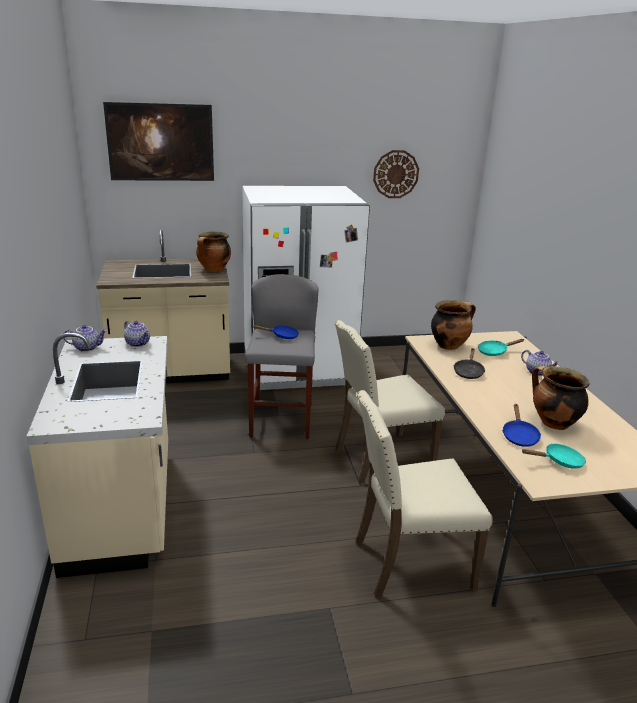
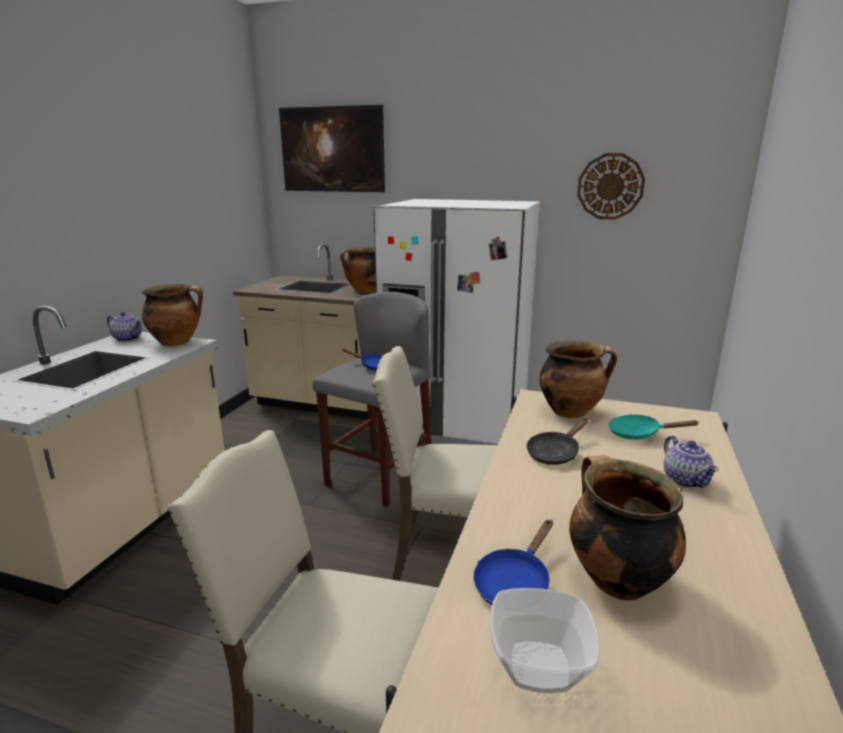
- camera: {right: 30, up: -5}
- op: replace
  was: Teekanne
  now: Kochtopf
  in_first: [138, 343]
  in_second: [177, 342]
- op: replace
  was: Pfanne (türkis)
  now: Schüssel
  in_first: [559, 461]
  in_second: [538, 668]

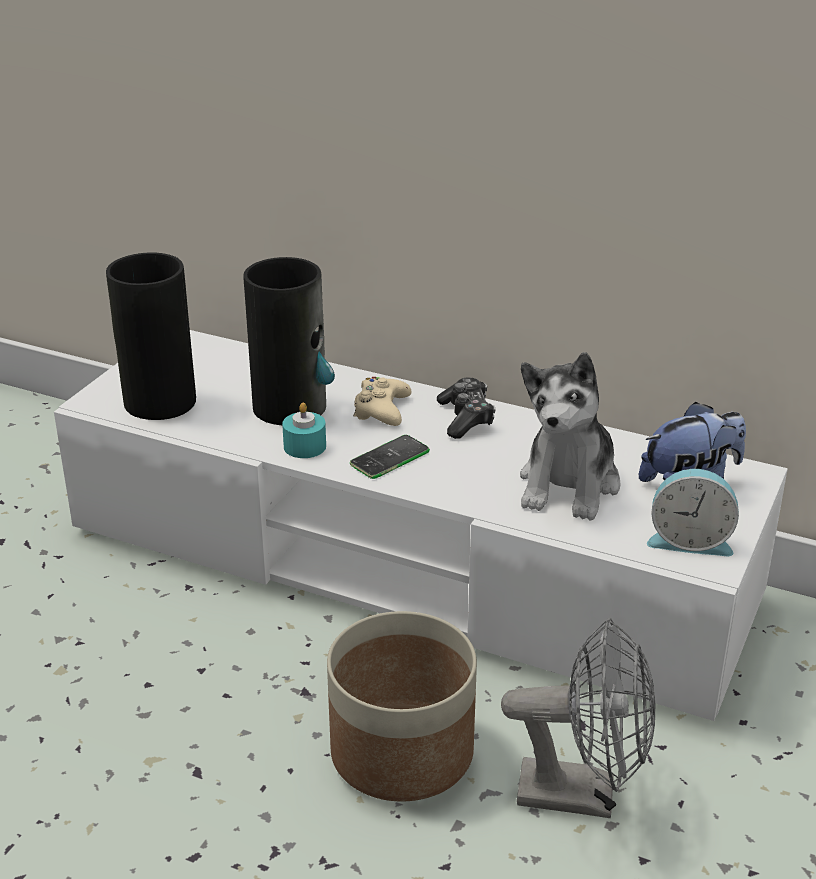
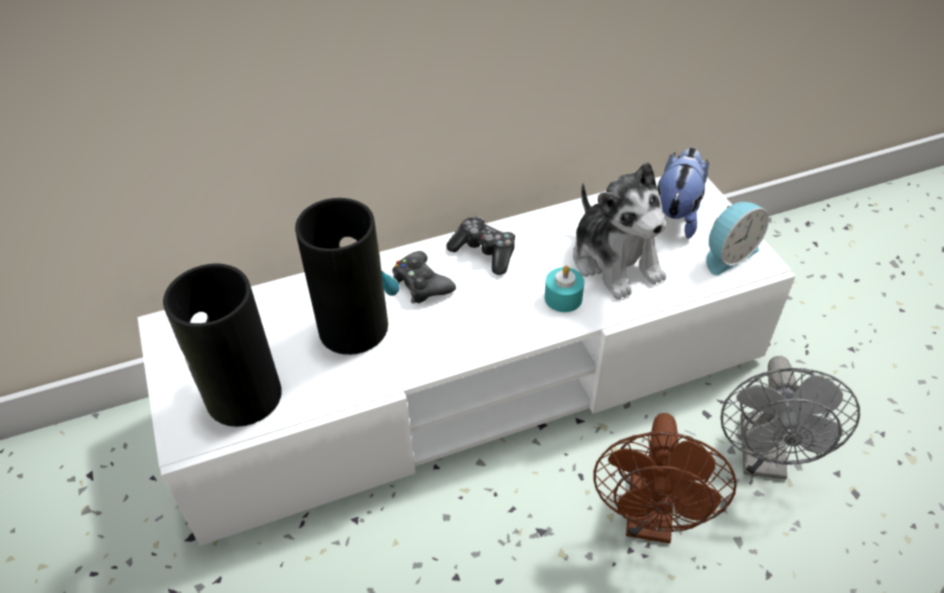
- camera: {right: -45, up: 15}
- op: move
  was: Kerze (türkis)
  in_first: [305, 446]
  in_second: [563, 298]
- op: replace
  was: Pflanzkübel
  now: Ventilator (braun)
  in_first: [403, 752]
  in_second: [650, 520]
- op: delete
  was: Handy
  in_first: [390, 458]
- op: recolor
  was: Gamepad (beige)
  now: Gamepad (schwarz)
  in_first: [381, 410]
  in_second: [421, 284]
- op: rotate
  was: Ventilator (grau)
  in_first: [582, 794]
  in_second: [764, 459]
  clockwise: 135

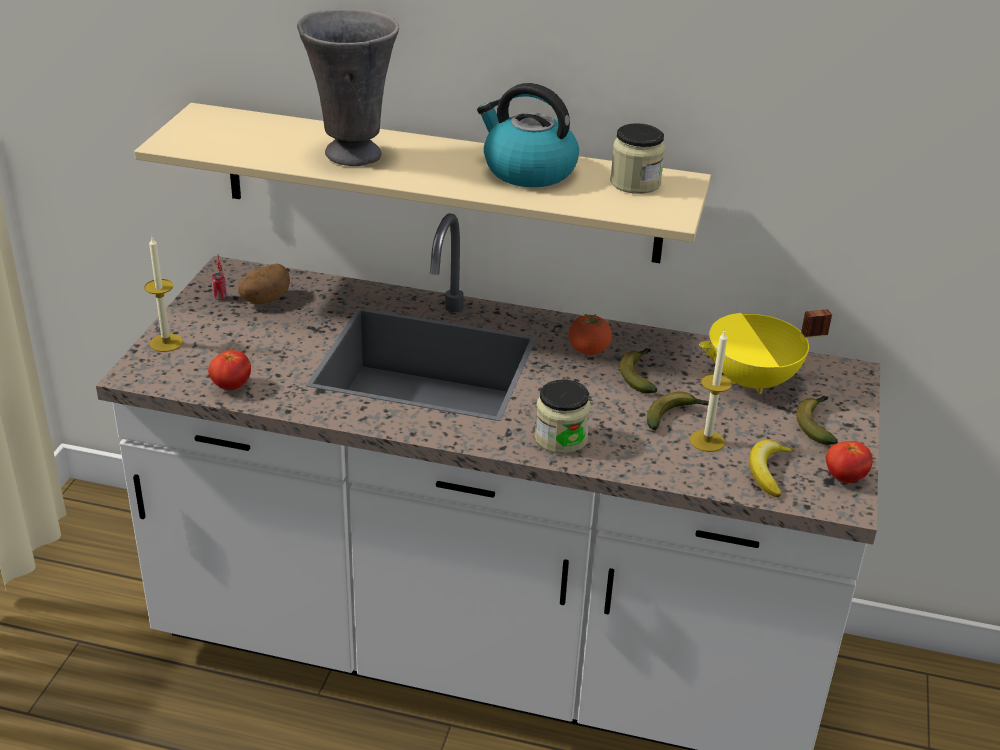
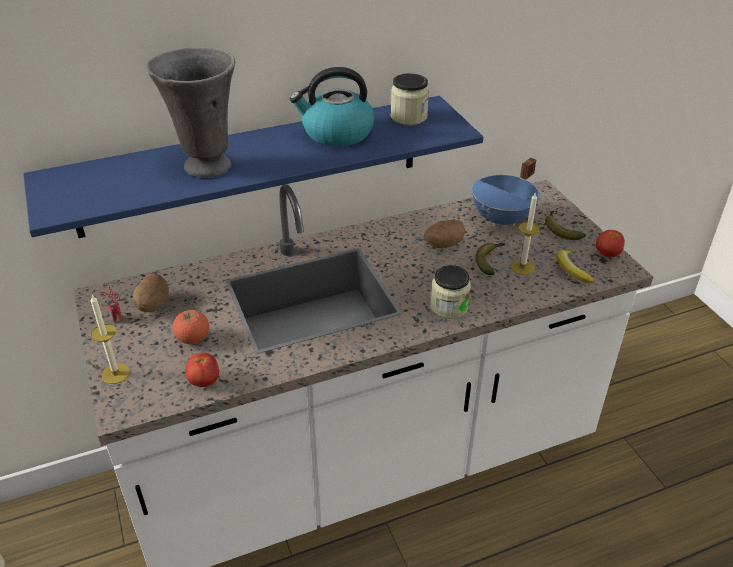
- camera: {right: -35, up: 5}
- op: recolor
  was: Wandregal (beige)
  now: Wandregal (blau)
  in_first: [440, 183]
  in_second: [252, 166]
- op: move
  was: Tomate
  in_first: [588, 351]
  in_second: [193, 339]
- op: replace
  was: Banane
  now: Kartoffel
  in_first: [639, 375]
  in_second: [443, 244]
- op: recolor
  was: Kochtopf (gelb)
  now: Kochtopf (blau)
  in_first: [753, 381]
  in_second: [503, 219]

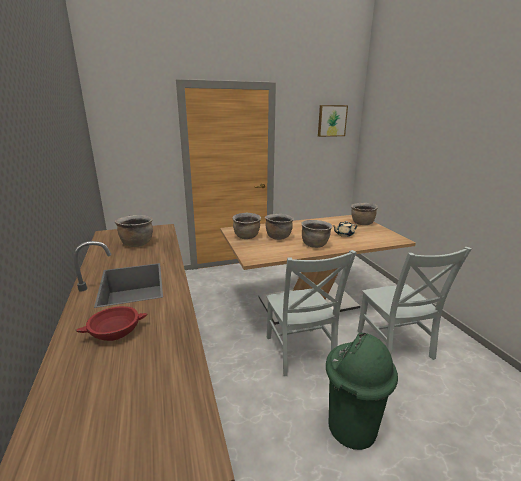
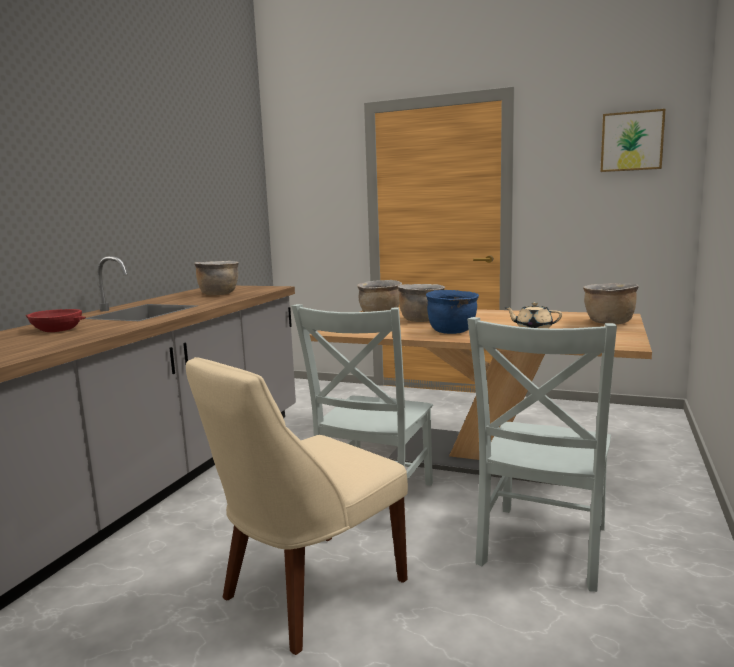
- camera: {right: 40, up: -10}
- op: recolor
  was: Kochtopf (braun)
  now: Kochtopf (blau)
  in_first: [315, 245]
  in_second: [452, 331]
- op: replace
  was: Mülleimer (grün)
  now: Stuhl (beige)
  in_first: [351, 428]
  in_second: [307, 592]

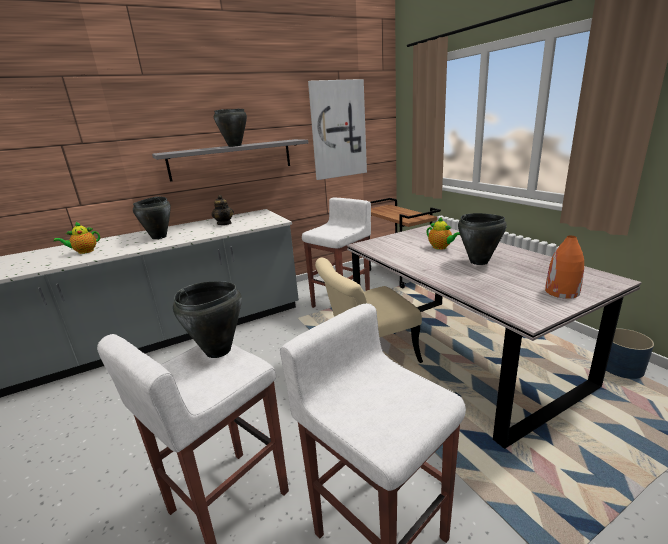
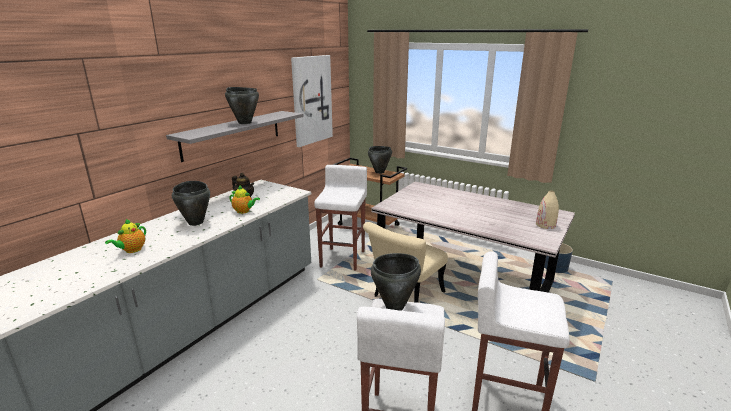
- camera: {right: -30, up: 0}
- op: move
  was: Teekanne
  in_first: [441, 247]
  in_second: [244, 211]
- op: move
  was: Kochtopf (schwarz)
  in_first: [479, 262]
  in_second: [379, 172]
- op: recolor
  was: Vase (orange)
  now: Vase (beige)
  in_first: [561, 292]
  in_second: [545, 225]

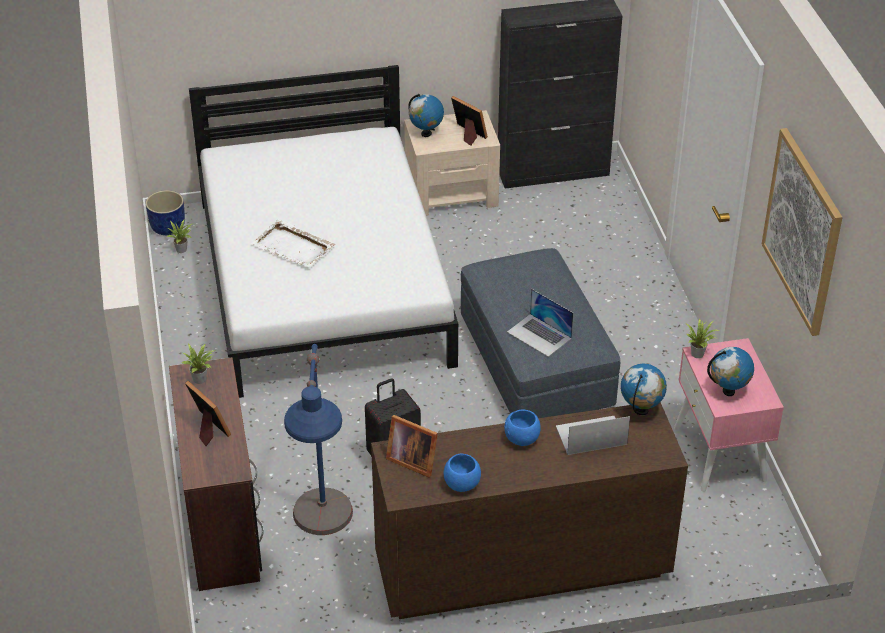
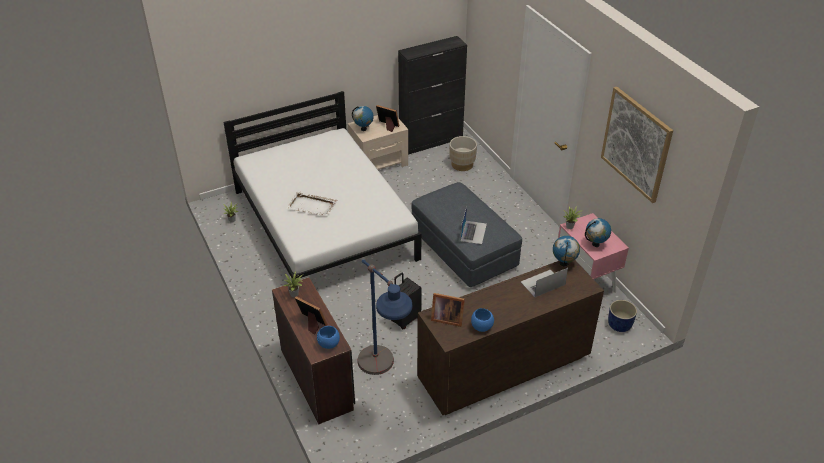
- camera: {right: -15, up: 0}
- op: move
  was: Pflanzkübel (blau)
  in_first: [167, 227]
  in_second: [619, 325]
- op: move
  was: Schüssel (blau)
  in_first: [522, 439]
  in_second: [329, 344]
- op: rotate
  was: Laptop
  in_first: [539, 335]
  in_second: [473, 232]
  clockwise: -105
- op: insert
  now: Pflanzkübel (beige)
  in_second: [462, 164]

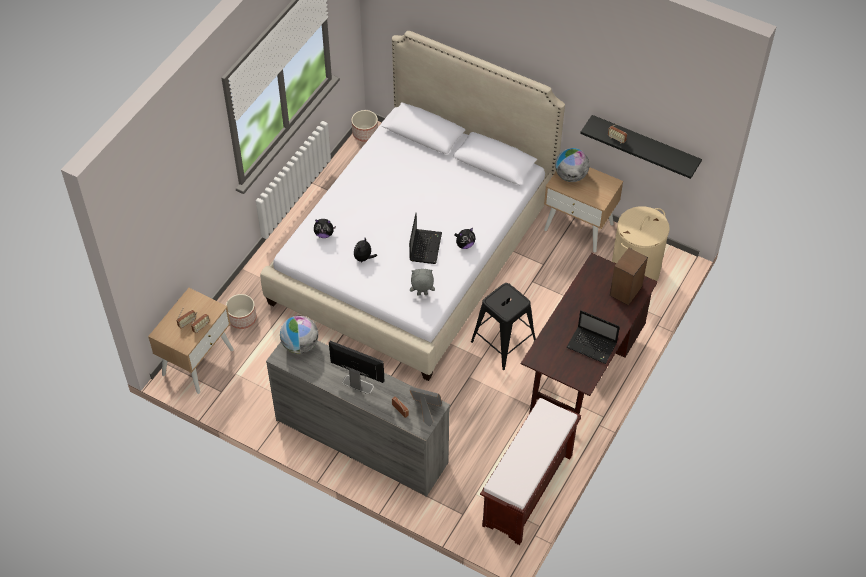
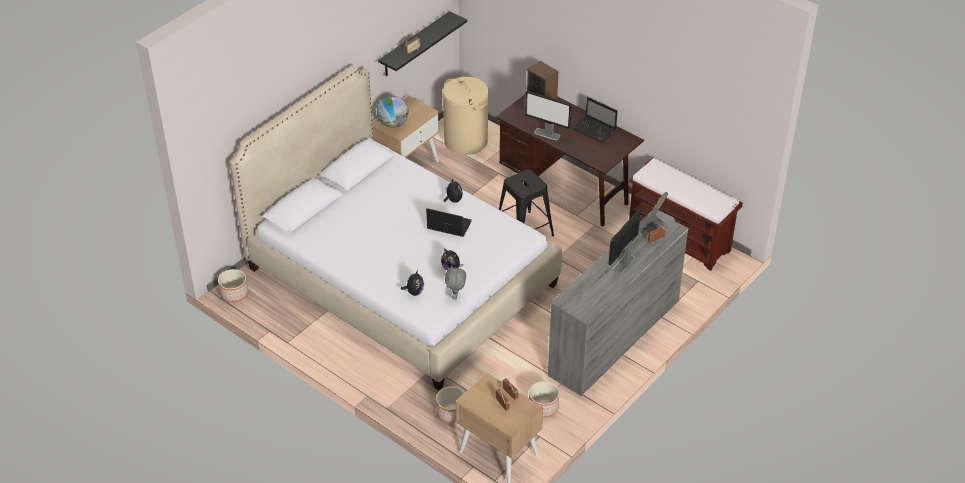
- camera: {right: -80, up: -10}
- op: delete
  was: Globus
  in_first: [300, 345]
- op: move
  was: Plüschtier (grau)
  in_first: [422, 294]
  in_second: [456, 296]
- op: rotate
  was: Laptop
  in_first: [592, 346]
  in_second: [595, 130]
  clockwise: 90
- op: insert
  now: Monitor
  in_second: [547, 134]
- op: insert
  now: Pflanzkübel
  in_second: [543, 408]

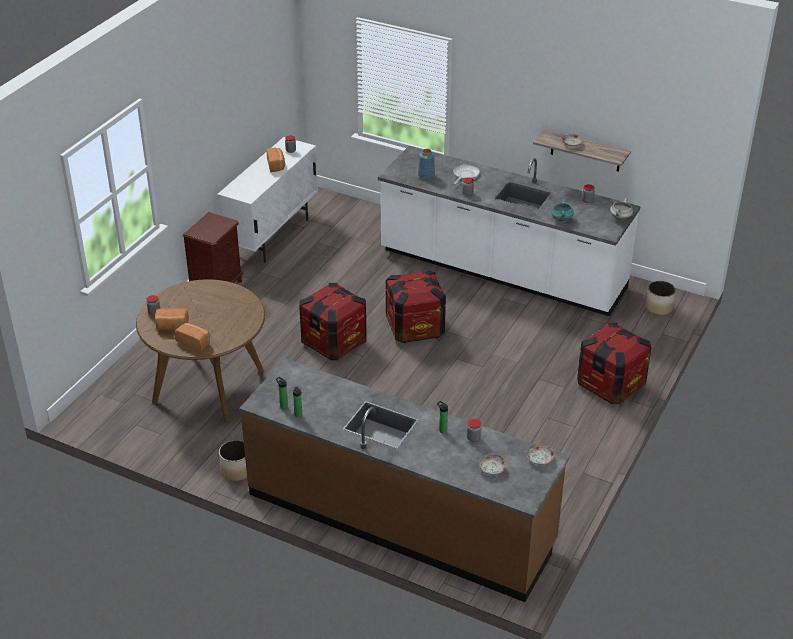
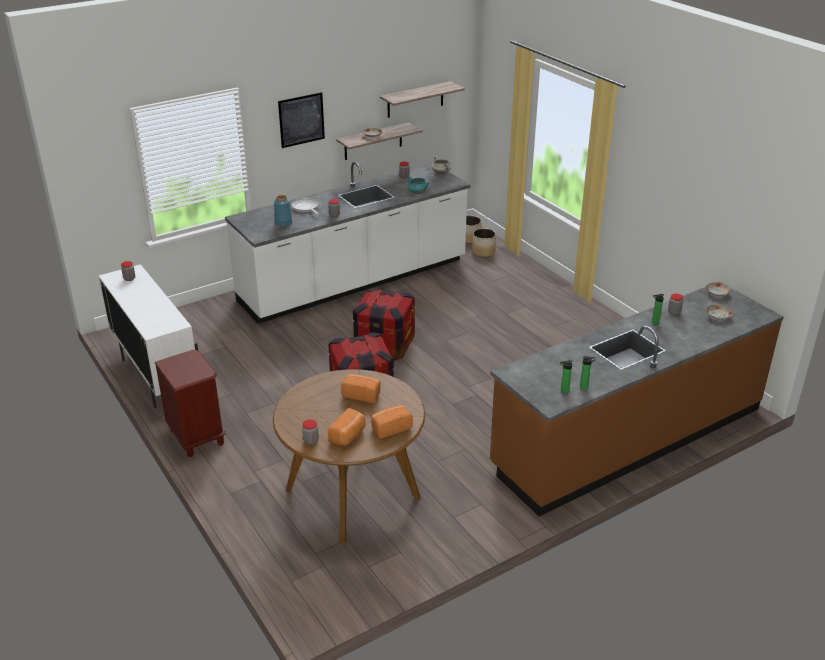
- camera: {right: -60, up: -5}
- op: move
  was: Pflanzkübel
  in_first: [236, 471]
  in_second: [483, 252]
- op: move
  was: Brot
  in_first: [276, 165]
  in_second: [362, 394]
- op: delete
  was: Kiste
  in_first: [610, 385]
- op: insert
  now: Bild
  in_second: [301, 120]
- op: insert
  now: Wandregal
  in_second: [415, 99]

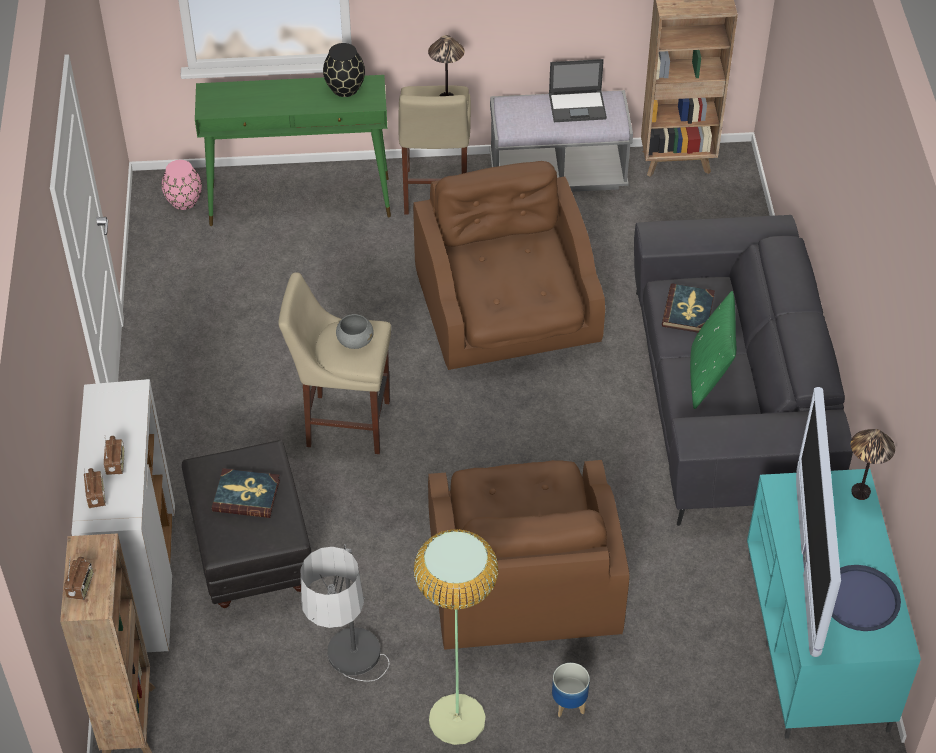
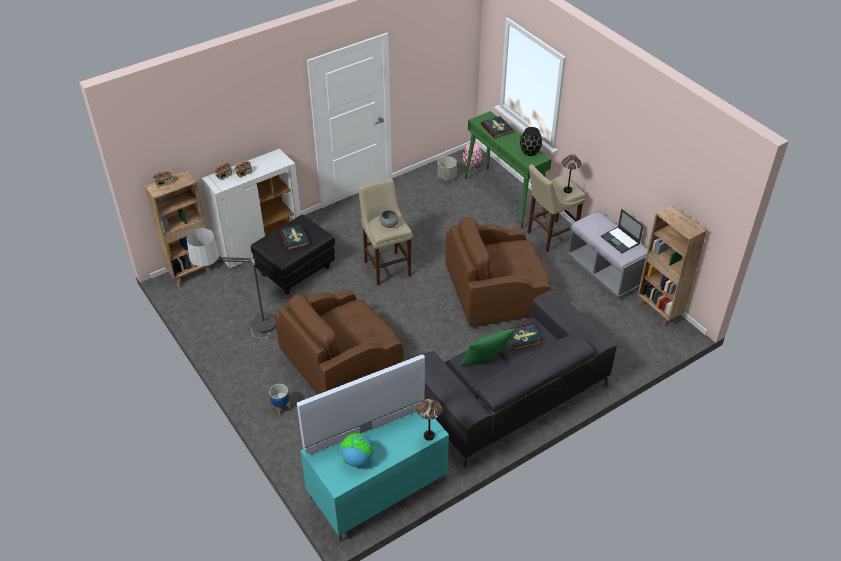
- camera: {right: 60, up: -5}
- op: rotate
  was: Sessel (braun)
  in_first: [508, 312]
  in_second: [497, 292]
  clockwise: -150
- op: delete
  was: Stehlampe
  in_first: [456, 719]
- op: replace
  was: Tablett (blau)
  now: Globus
  in_first: [860, 599]
  in_second: [357, 460]
- op: insert
  now: Pflanzkübel (grau)
  in_second: [447, 176]
- op: insert
  now: Buch
  in_second: [497, 128]

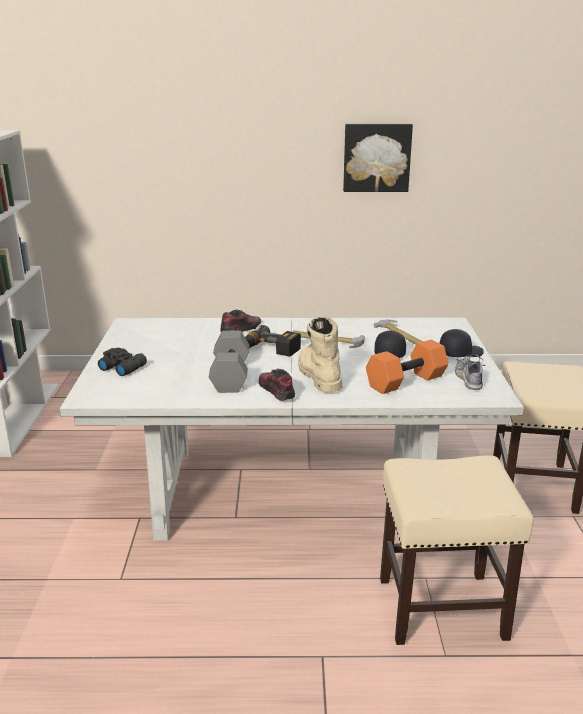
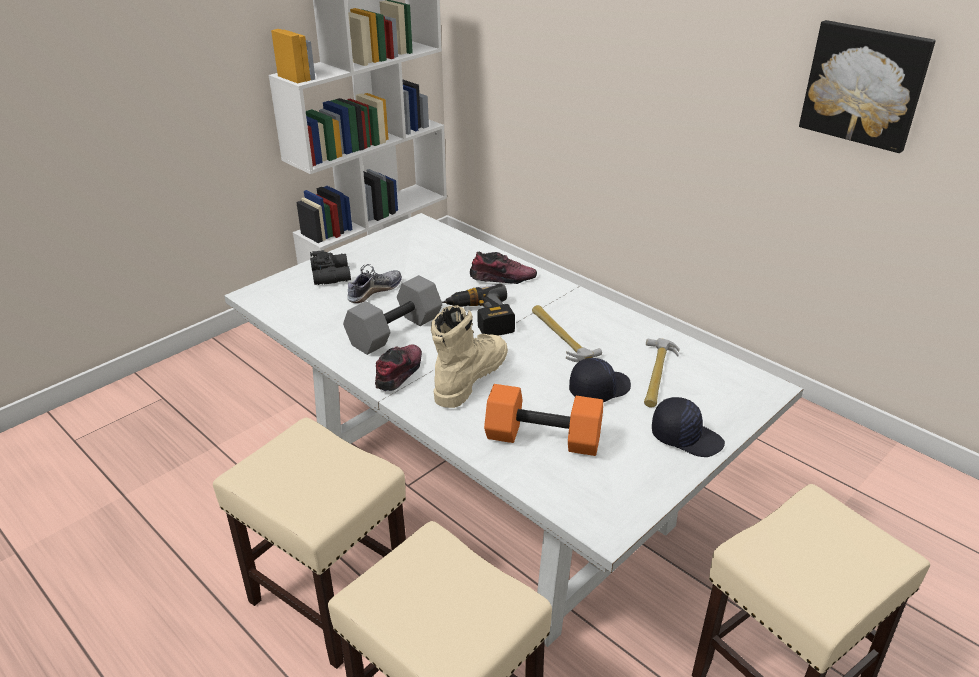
- camera: {right: 45, up: 10}
- op: move
  was: Schuh
  in_first: [468, 379]
  in_second: [374, 291]
- op: insert
  now: Hocker (beige)
  in_second: [328, 598]

